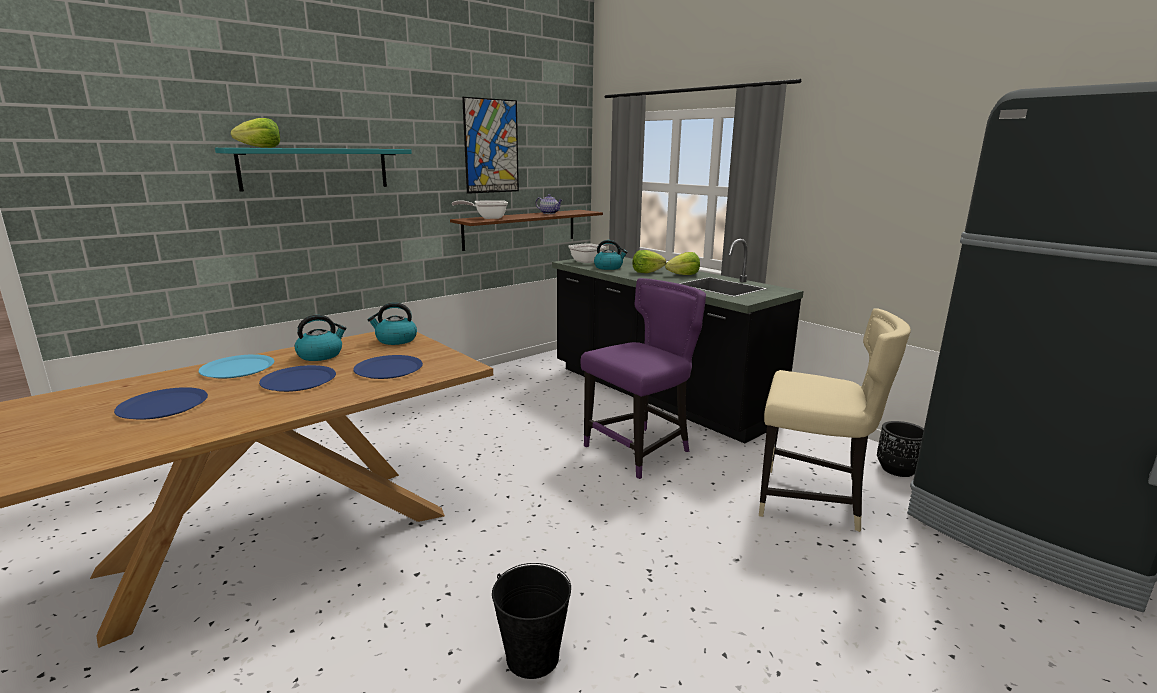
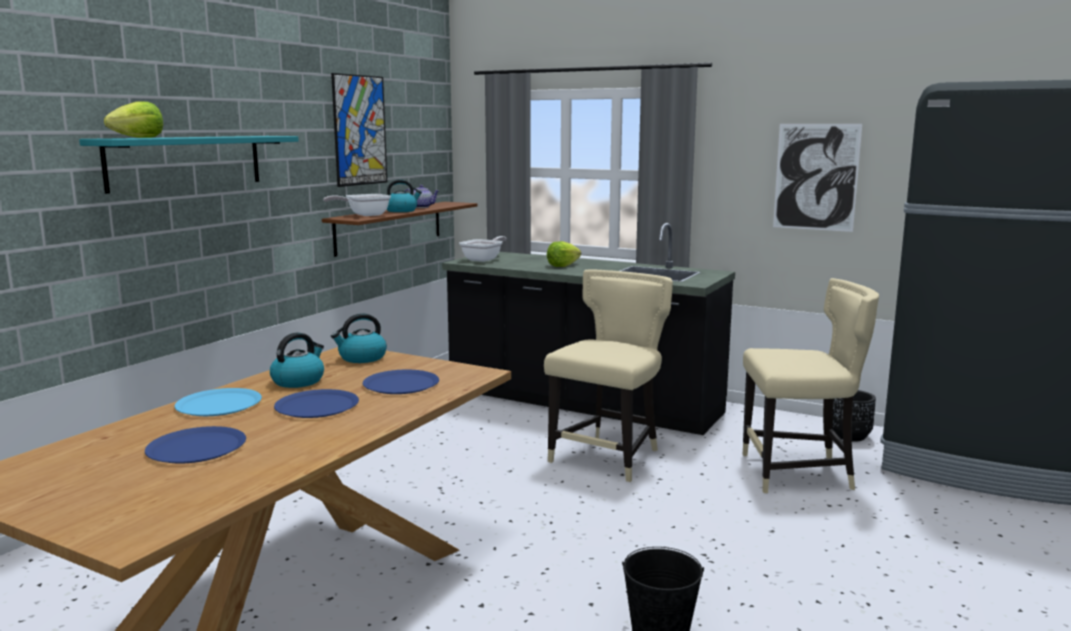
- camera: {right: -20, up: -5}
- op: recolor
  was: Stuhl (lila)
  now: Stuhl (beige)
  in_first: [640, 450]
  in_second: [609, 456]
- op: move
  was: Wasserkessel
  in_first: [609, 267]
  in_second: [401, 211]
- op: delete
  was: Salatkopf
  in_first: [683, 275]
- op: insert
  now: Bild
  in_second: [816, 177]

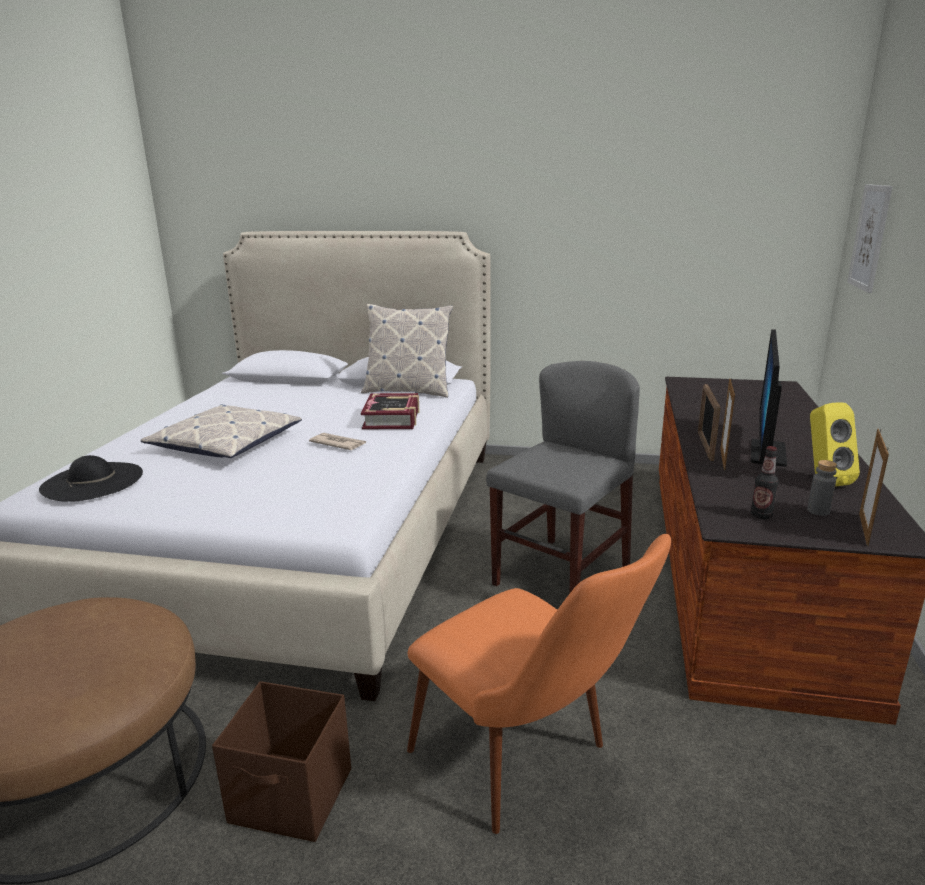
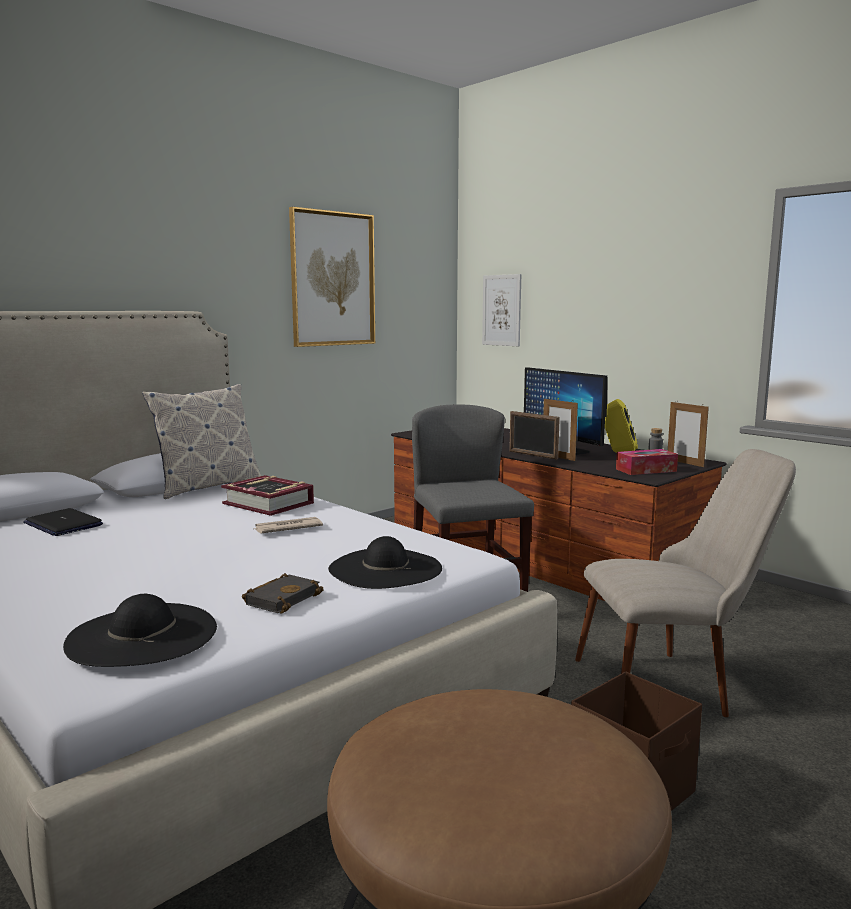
- camera: {right: -55, up: -10}
- op: delete
  was: Kissen
  in_first: [226, 443]
- op: recolor
  was: Stuhl (orange)
  now: Stuhl (beige)
  in_first: [529, 767]
  in_second: [673, 684]
- op: replace
  was: Flasche
  now: Taschentuchbox
  in_first: [761, 515]
  in_second: [646, 470]
- op: insert
  now: Laptop
  in_second: [63, 524]
- op: insert
  now: Buch (schwarz)
  in_second: [282, 598]
- op: insert
  now: Bild
  in_second: [332, 279]
- op: insert
  now: Hut (schwarz)
  in_second: [385, 568]

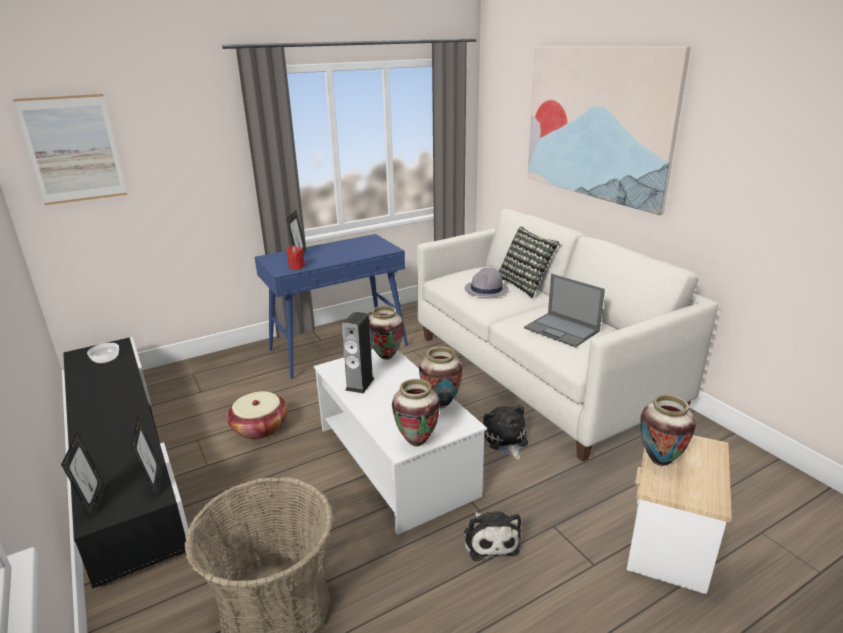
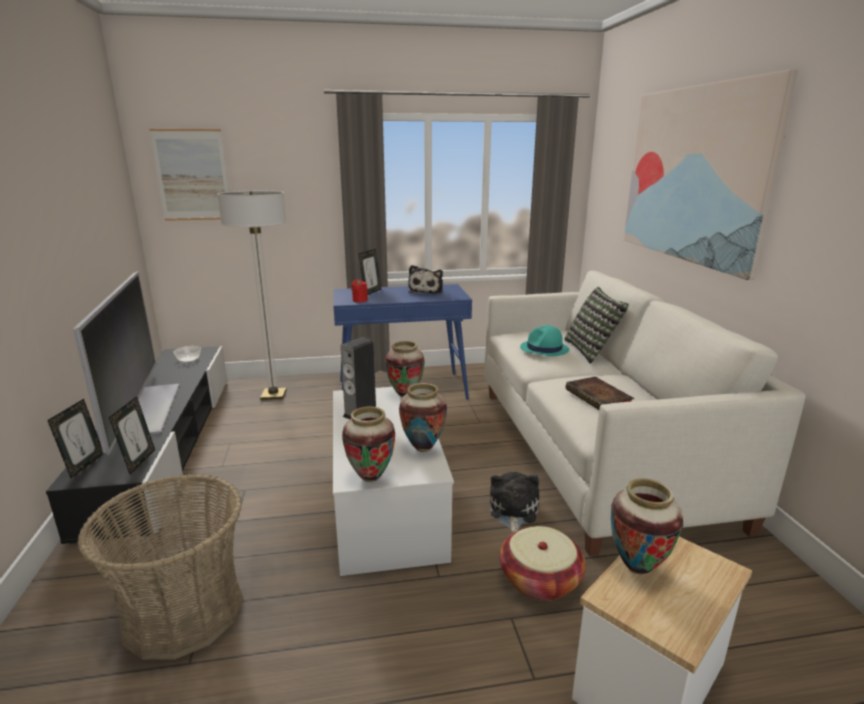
- camera: {right: 20, up: -5}
- op: move
  was: Korb
  in_first: [260, 427]
  in_second: [540, 580]
- op: recolor
  was: Hut (grau)
  now: Hut (türkis)
  in_first: [486, 290]
  in_second: [544, 349]
- op: move
  was: Plüschtier
  in_first: [490, 540]
  in_second: [426, 291]
- op: replace
  was: Laptop
  now: Buch
  in_first: [562, 330]
  in_second: [599, 398]
- op: insert
  now: Fernseher
  in_second: [149, 409]
- op: insert
  now: Stehlampe
  in_second: [273, 395]

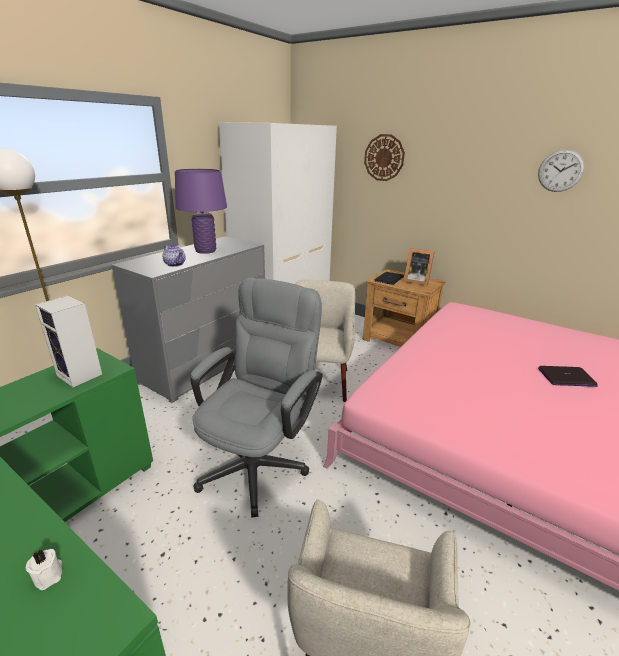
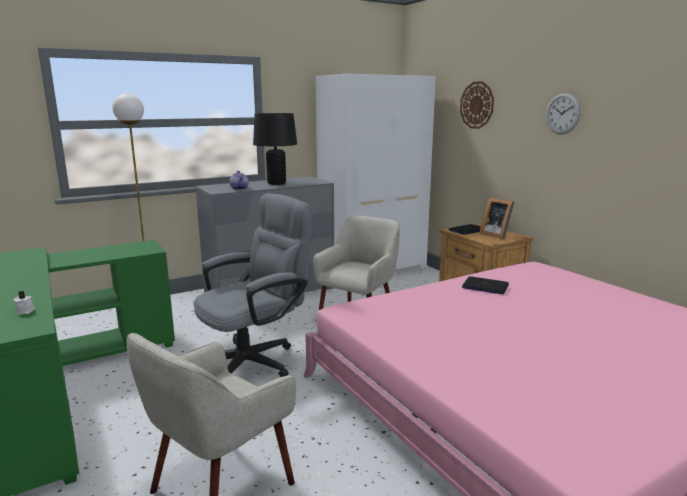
- camera: {right: 25, up: -10}
- op: delete
  was: Lautsprecher
  in_first: [81, 375]
- op: recolor
  was: Tischlampe (lila)
  now: Tischlampe (schwarz)
  in_first: [205, 251]
  in_second: [276, 183]
- op: move
  was: Wanduhr
  in_first: [560, 171]
  in_second: [562, 113]
- op: move
  was: Laptop
  in_first: [566, 377]
  in_second: [485, 287]

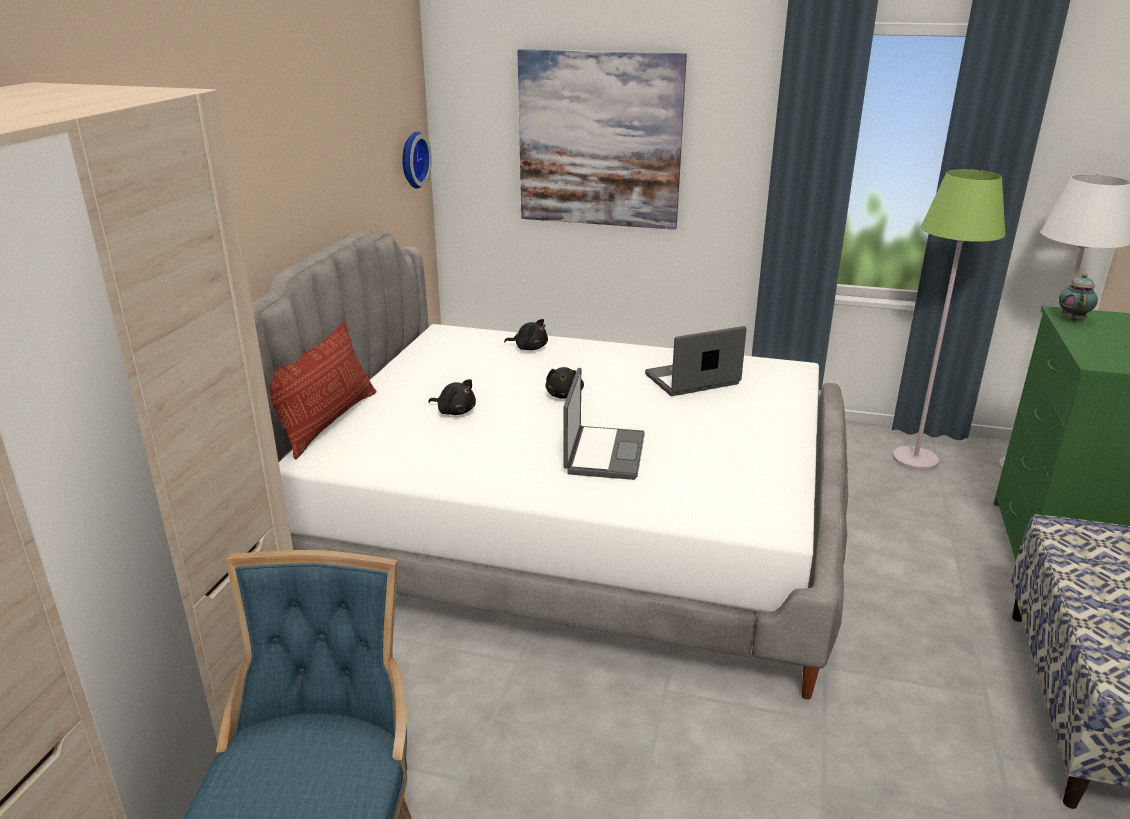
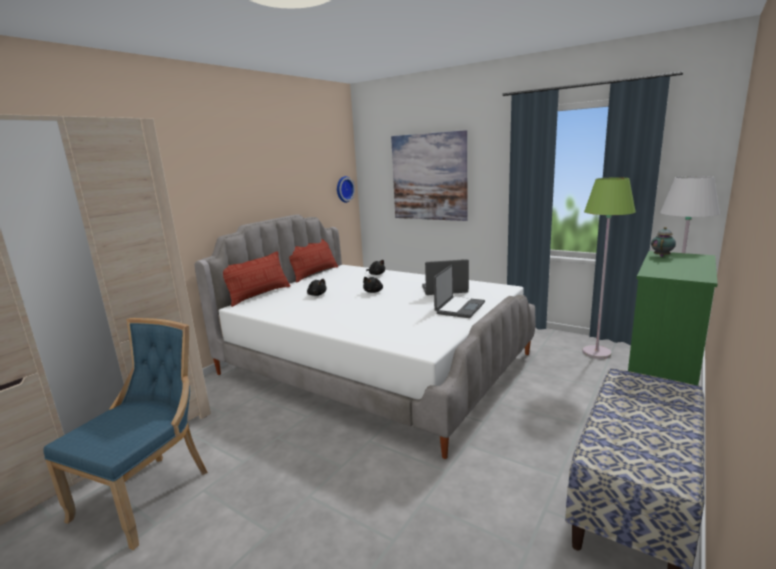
- camera: {right: 20, up: -10}
- op: move
  was: Laptop
  in_first: [603, 454]
  in_second: [459, 308]
- op: insert
  now: Kissen
  in_second: [314, 274]

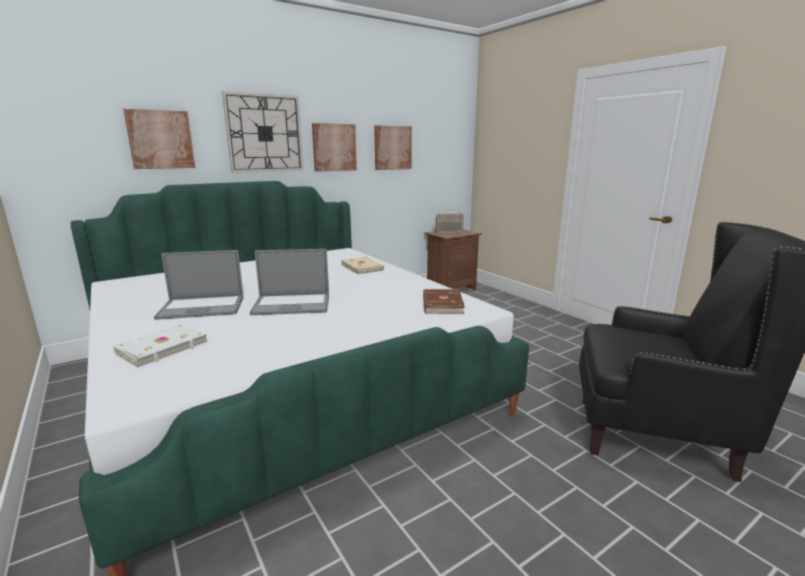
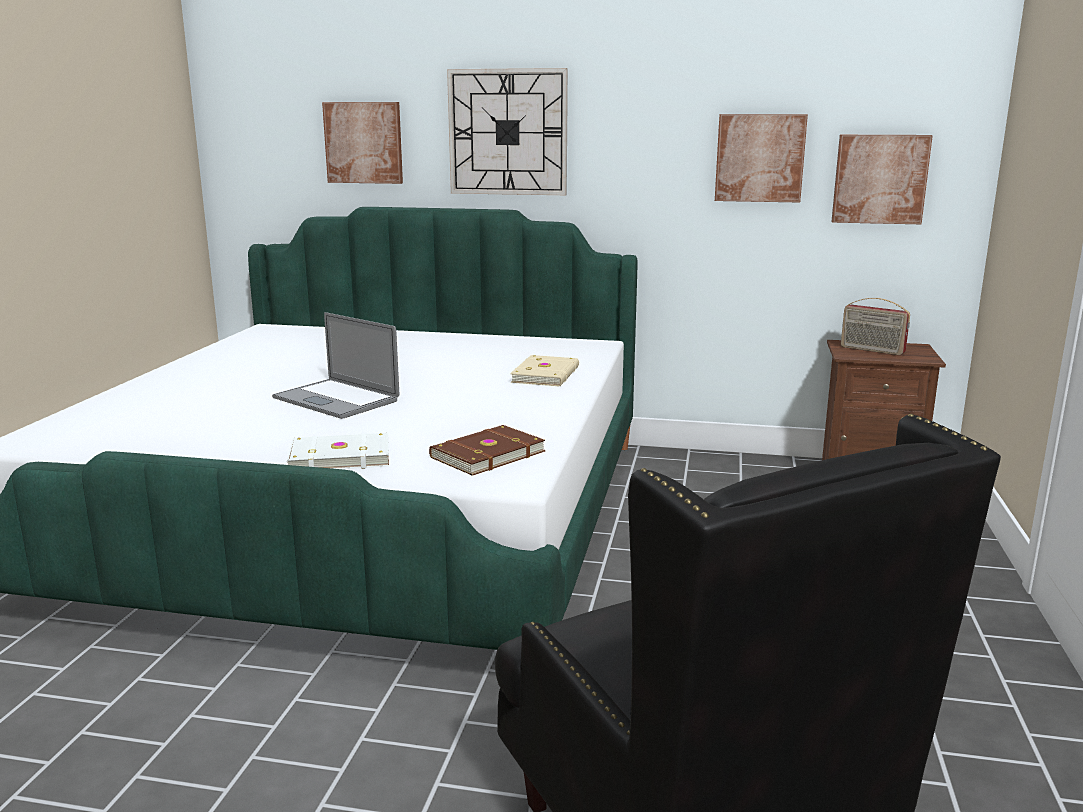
- camera: {right: 45, up: 0}
- op: move
  was: Buch (weiß)
  in_first: [161, 348]
  in_second: [339, 457]
- op: delete
  was: Laptop
  in_first: [202, 308]
- op: move
  was: Bild
  in_first: [334, 147]
  in_second: [880, 179]

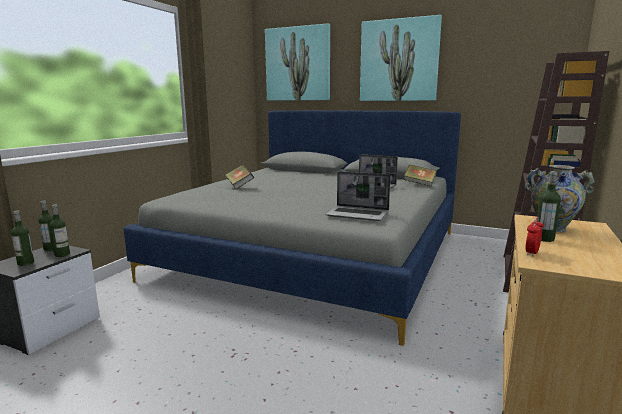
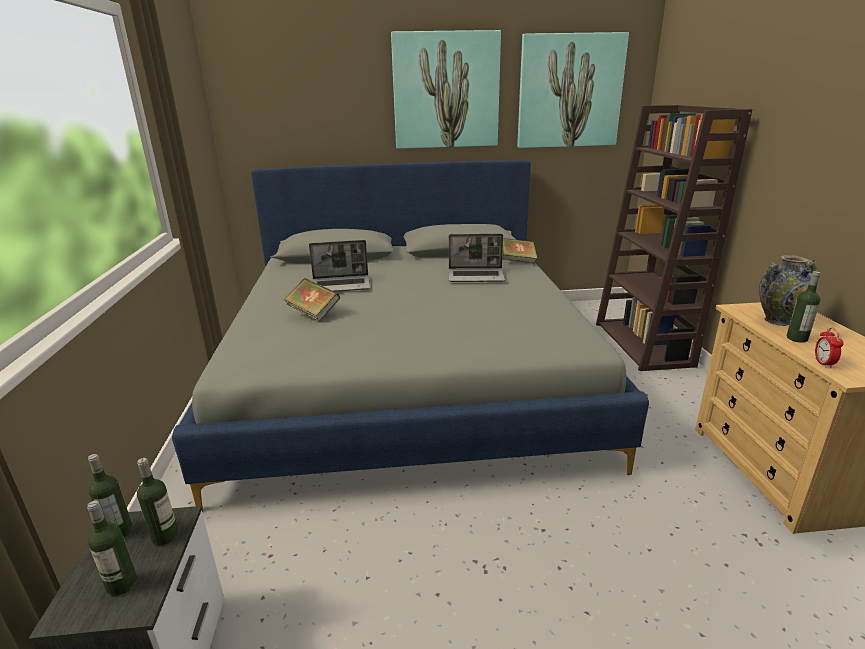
- camera: {right: -30, up: 10}
- op: move
  was: Bild
  in_first: [298, 64]
  in_second: [569, 92]
- op: move
  was: Laptop
  in_first: [358, 214]
  in_second: [341, 285]

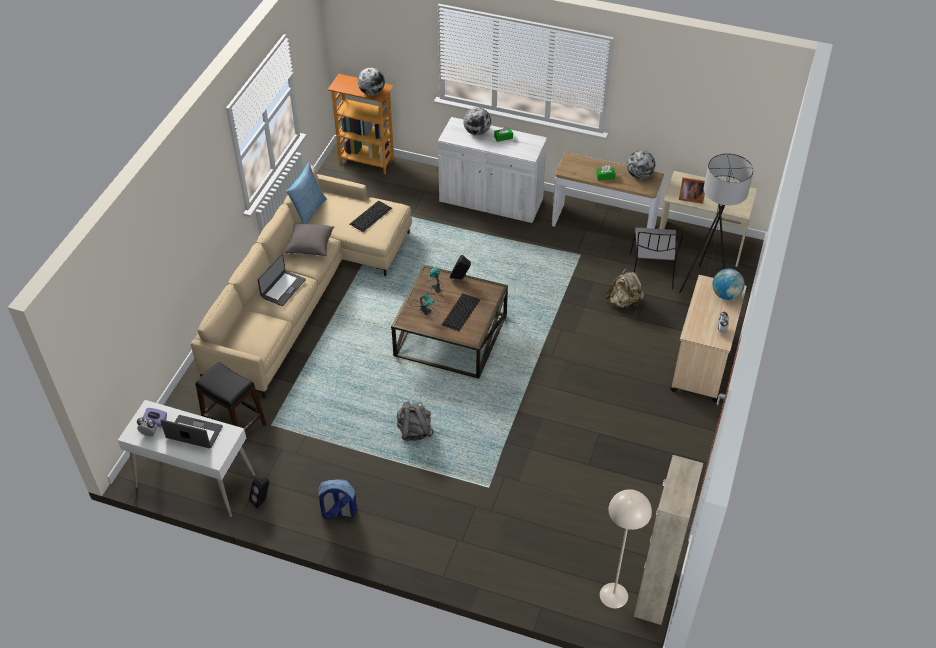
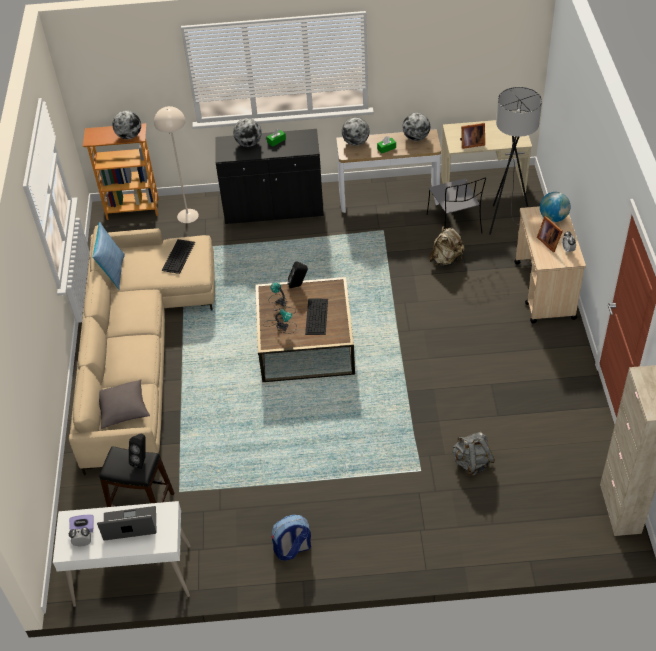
- camera: {right: -20, up: 0}
- op: move
  was: Lautsprecher (schwarz)
  in_first: [262, 500]
  in_second: [141, 460]
- op: delete
  was: Laptop
  in_first: [282, 288]
- op: move
  was: Kissen (grau)
  in_first: [311, 246]
  in_second: [124, 410]
- op: move
  was: Rucksack (grau)
  in_first: [414, 431]
  in_second: [472, 463]
- op: recolor
  was: Schrank (weiß)
  now: Schrank (schwarz)
  in_first: [491, 201]
  in_second: [274, 208]
- op: move
  was: Stehlampe (beige)
  in_first: [614, 595]
  in_second: [188, 216]
- op: insert
  now: Globus
  in_second: [356, 142]
- op: insert
  now: Bilderrahmen
  in_second: [549, 241]

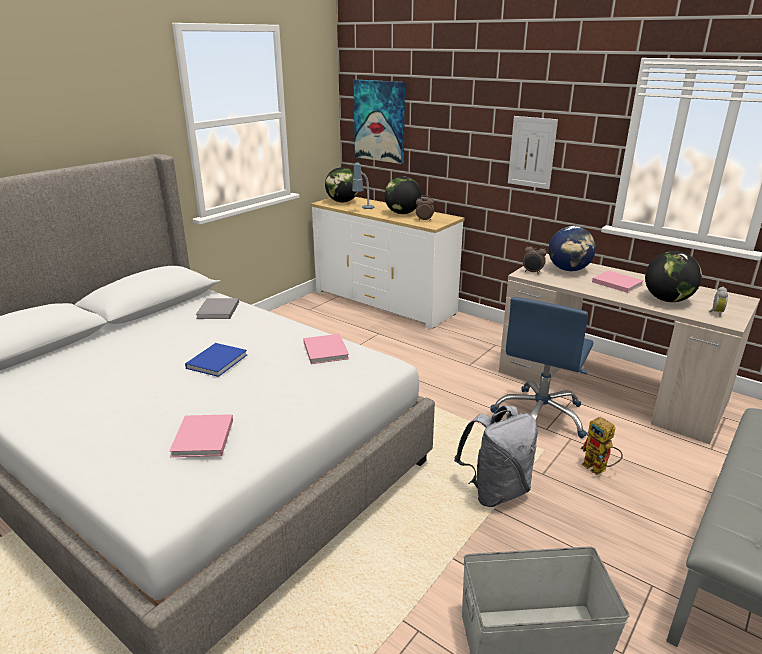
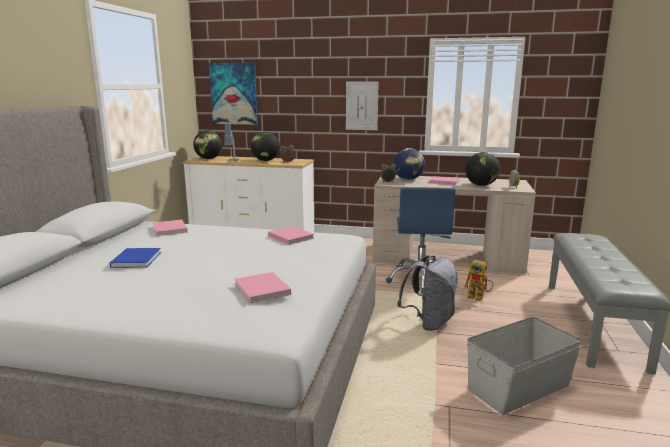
- camera: {right: -25, up: -10}
- op: move
  was: Buch (blau)
  in_first: [218, 360]
  in_second: [137, 259]
- op: recolor
  was: Buch (grau)
  now: Buch (rosa)
  in_first: [218, 311]
  in_second: [170, 229]

